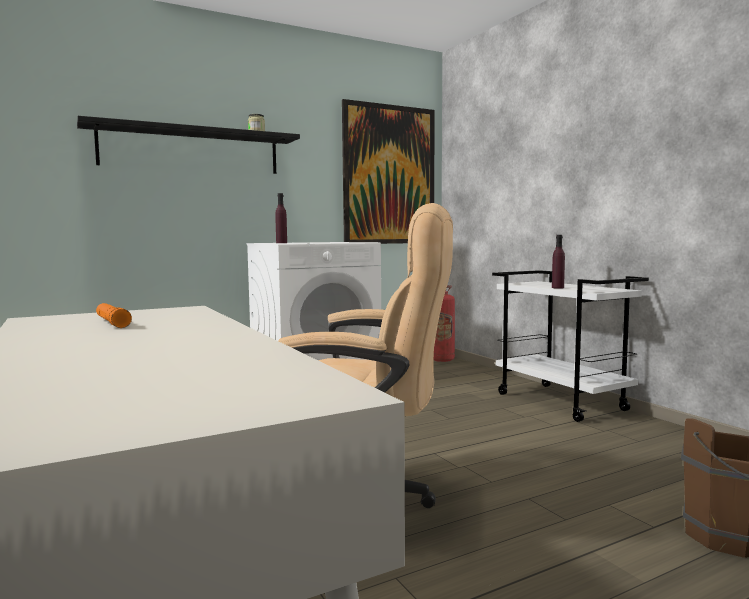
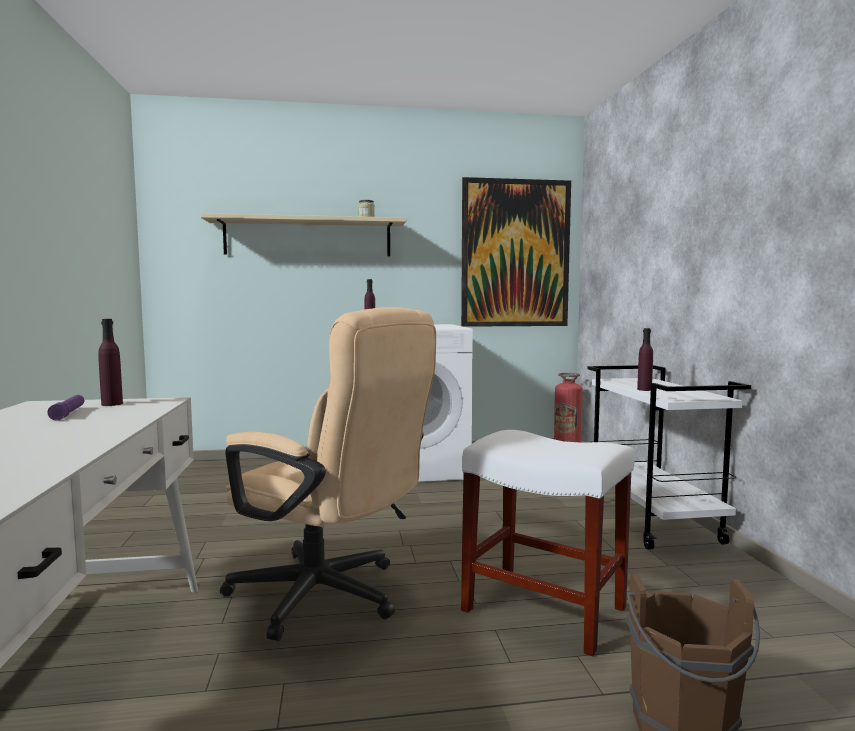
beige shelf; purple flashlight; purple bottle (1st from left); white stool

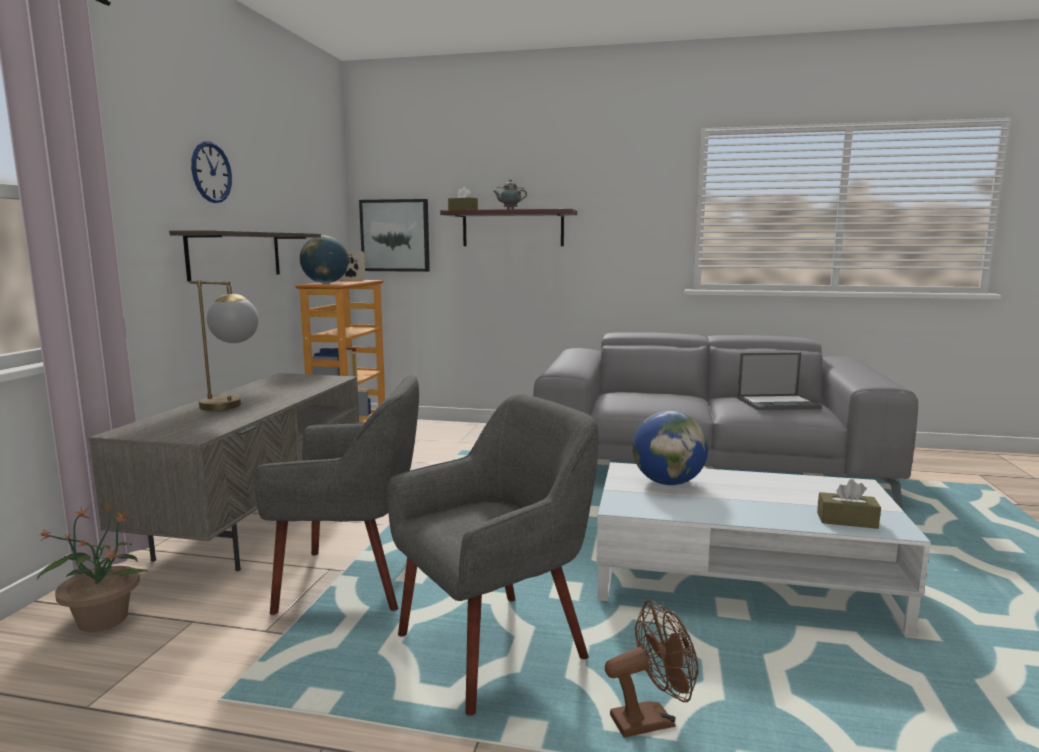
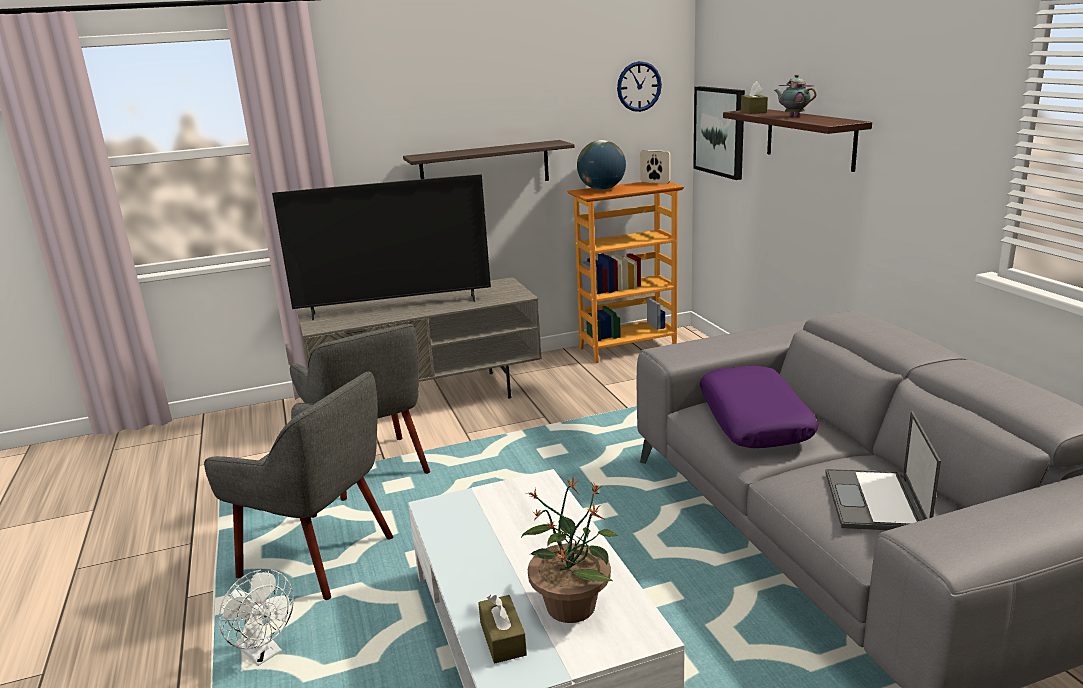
wall clock; television; laptop; globe (2nd from left in the first image); potted plant; white fan; purple pillow

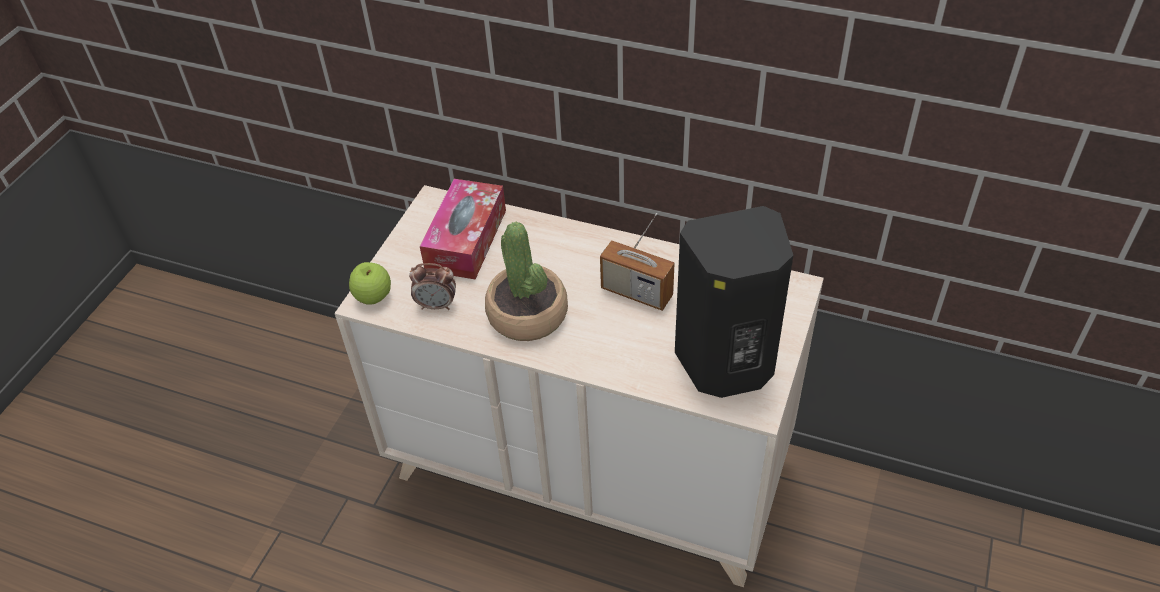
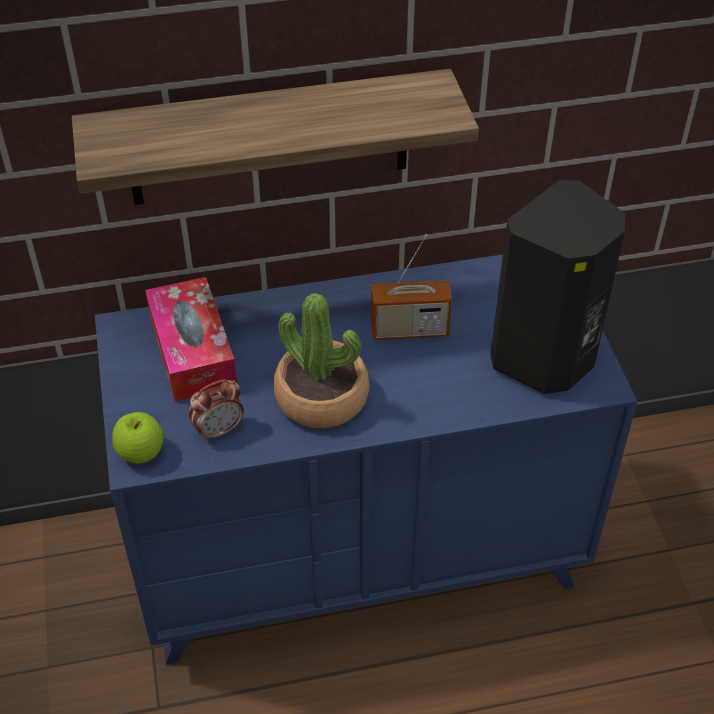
blue dresser; shelf

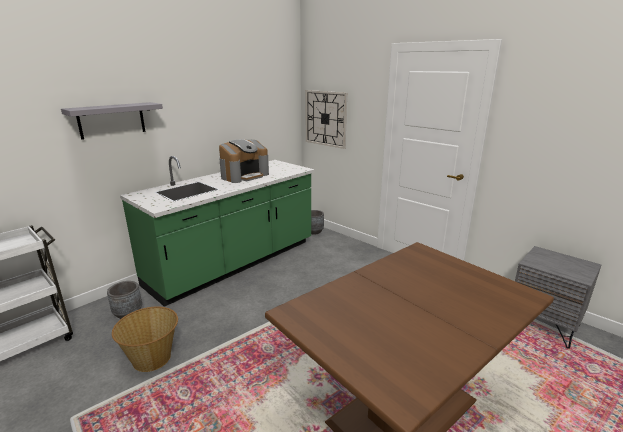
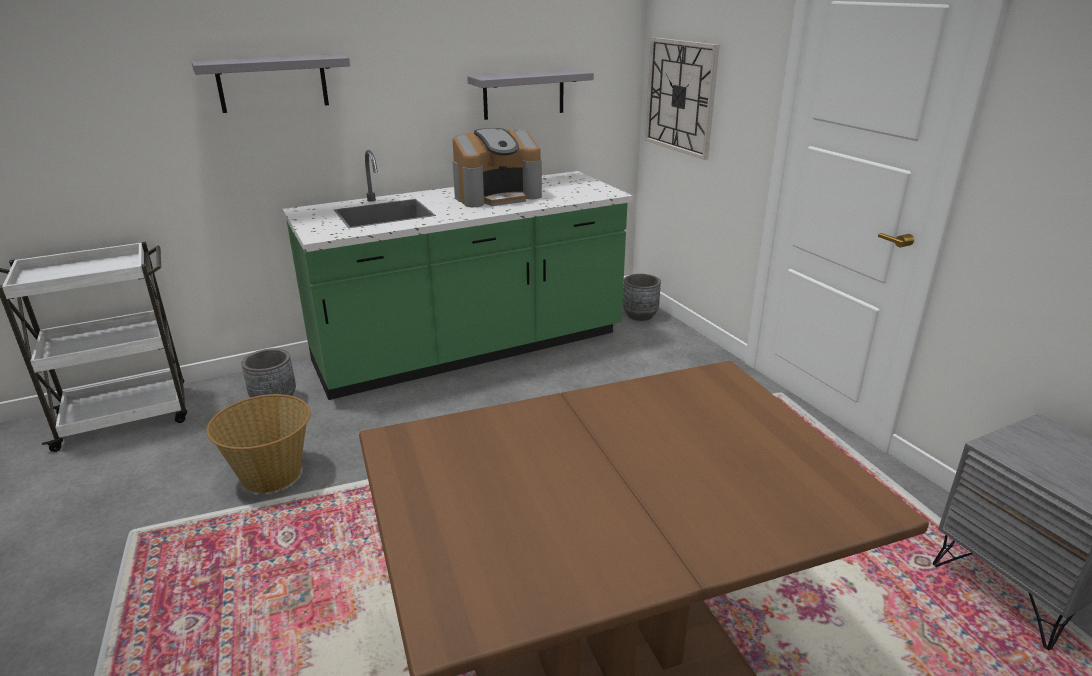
grey shelf (2nd from left)

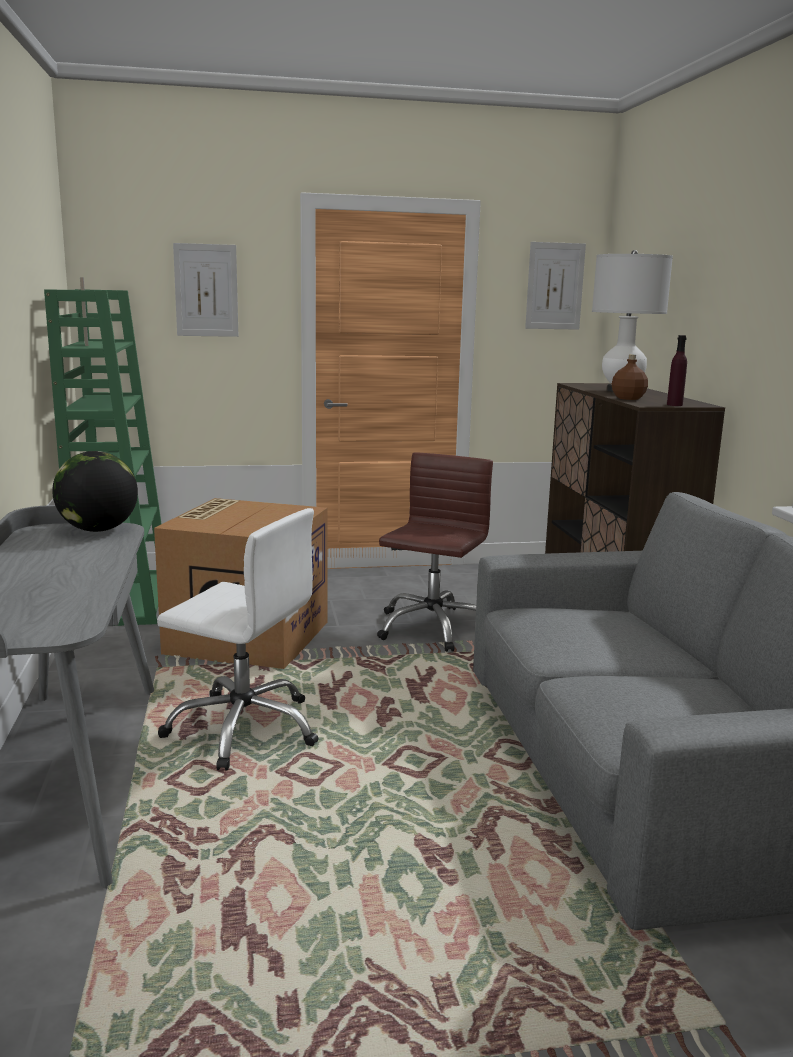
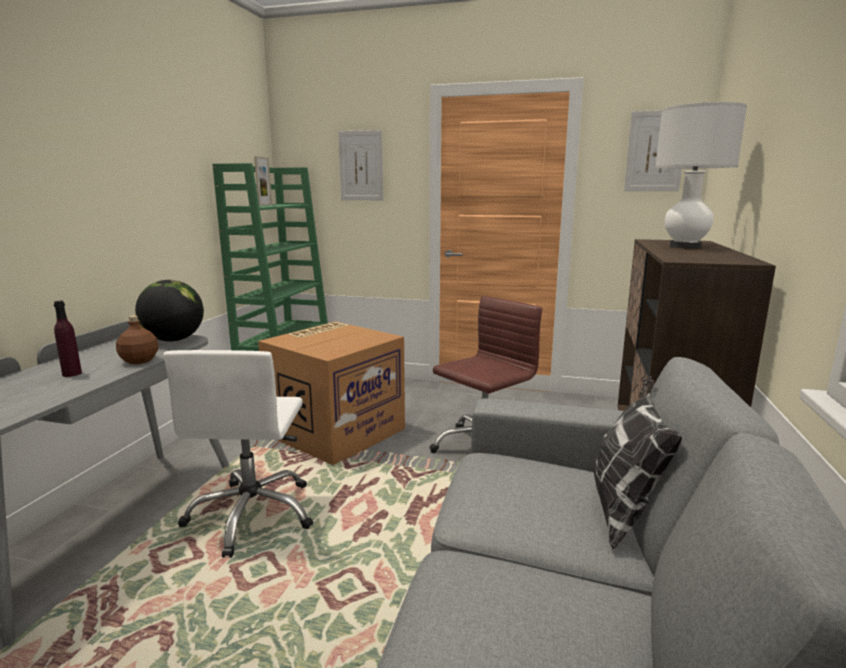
purple bottle; brown bottle; white office chair; pillow

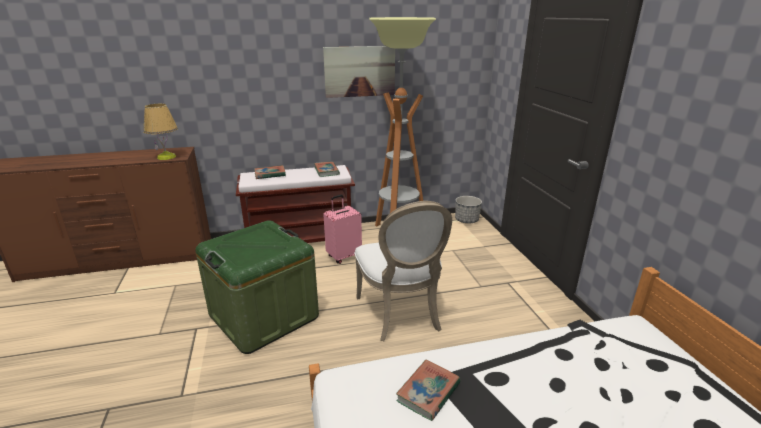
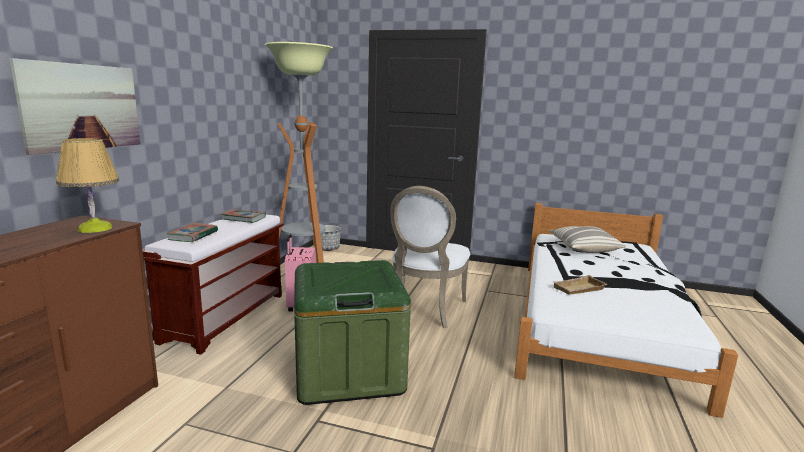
picture; white chair; beige tray; pillow

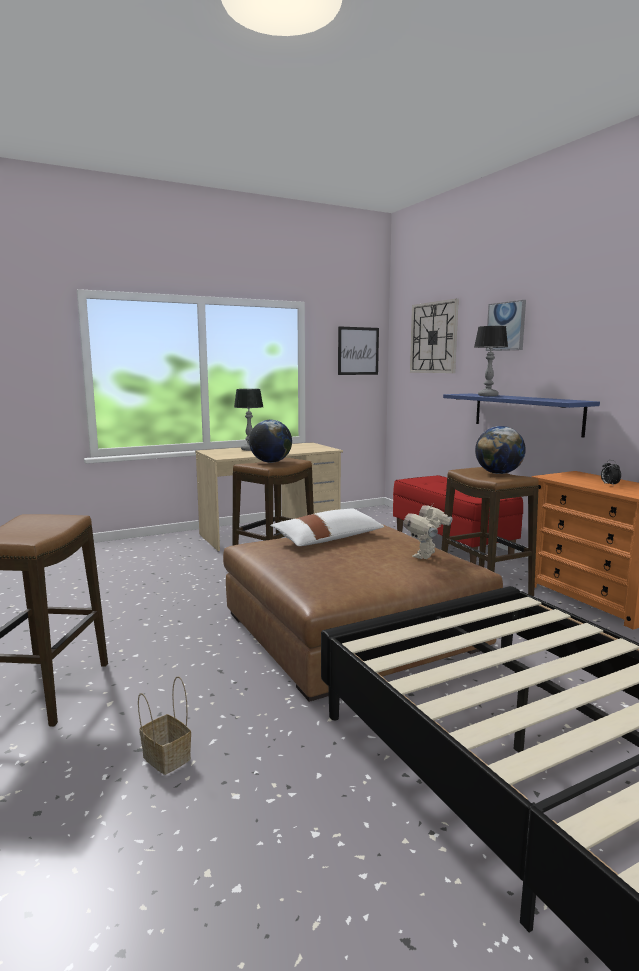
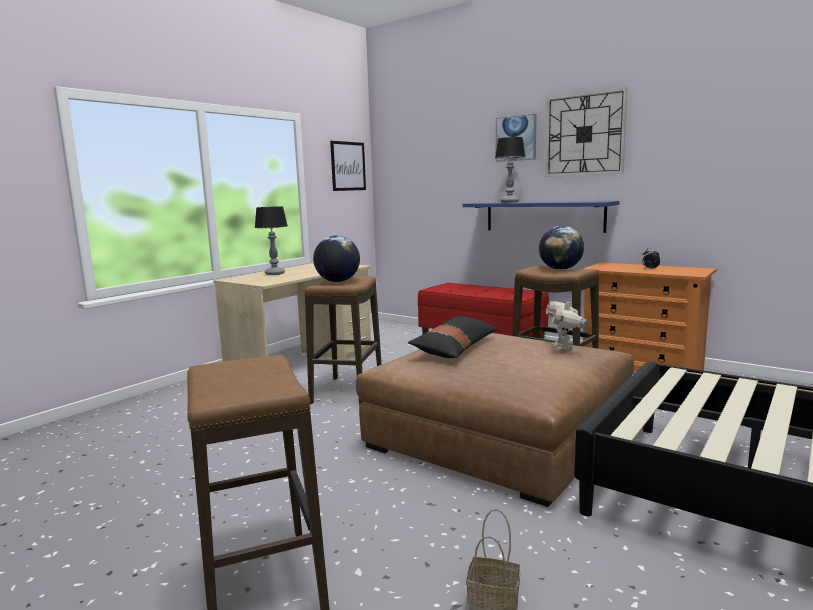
wall clock; black pillow

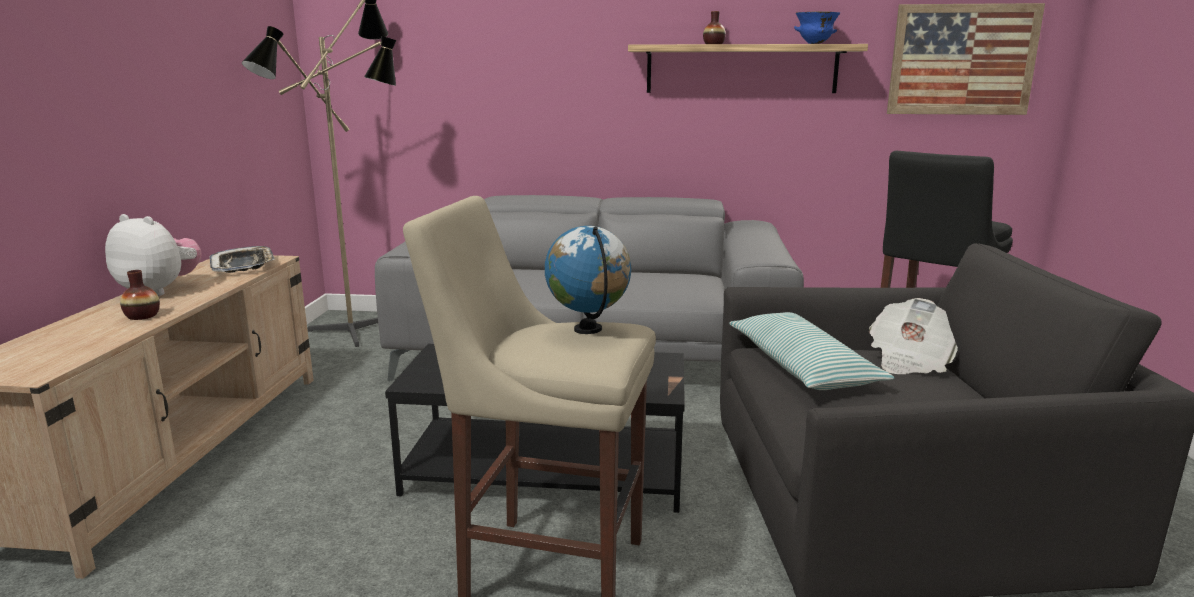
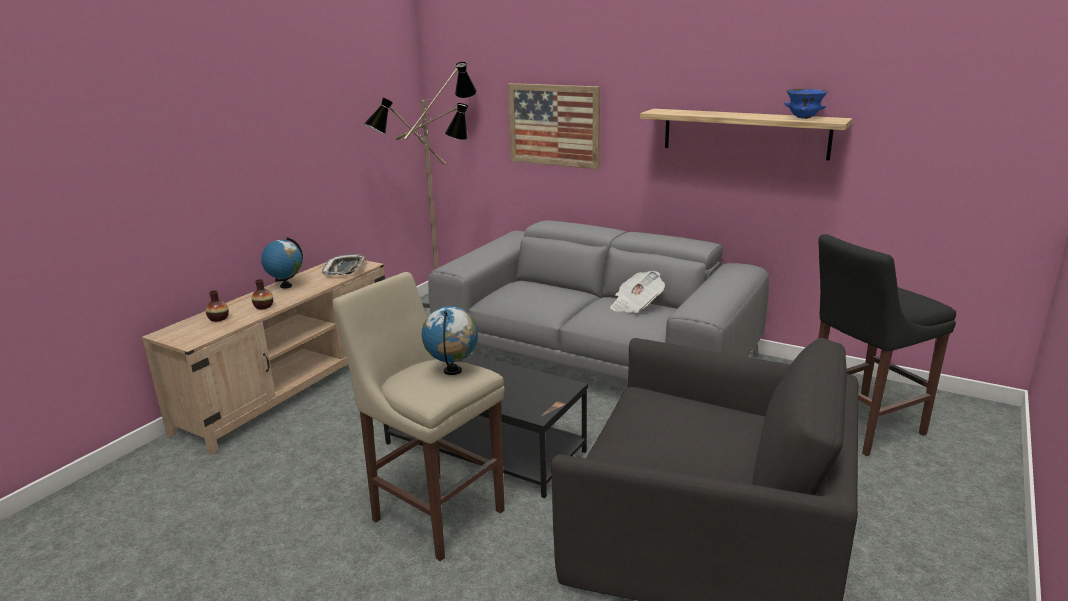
picture; vase (1st from left); globe (1st from left); newspaper; pillow

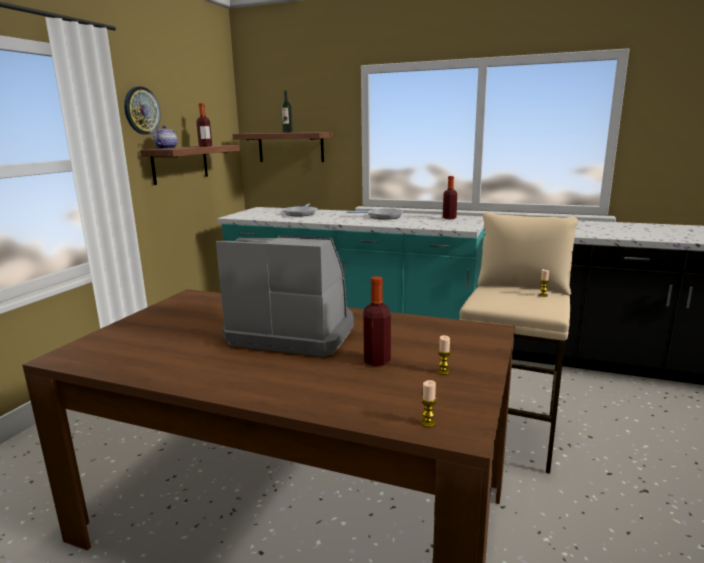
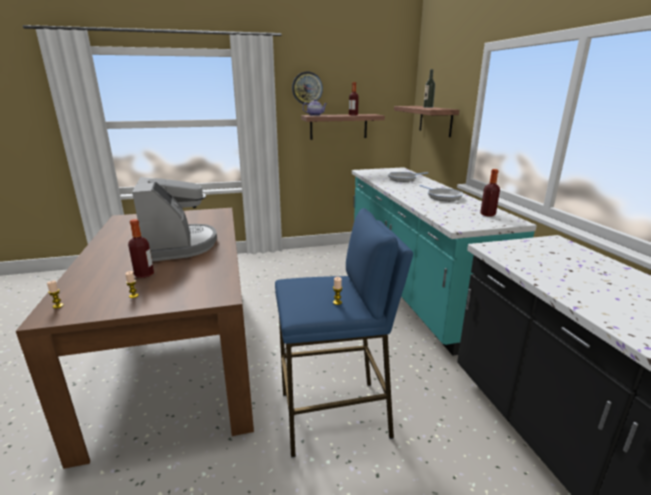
blue stool

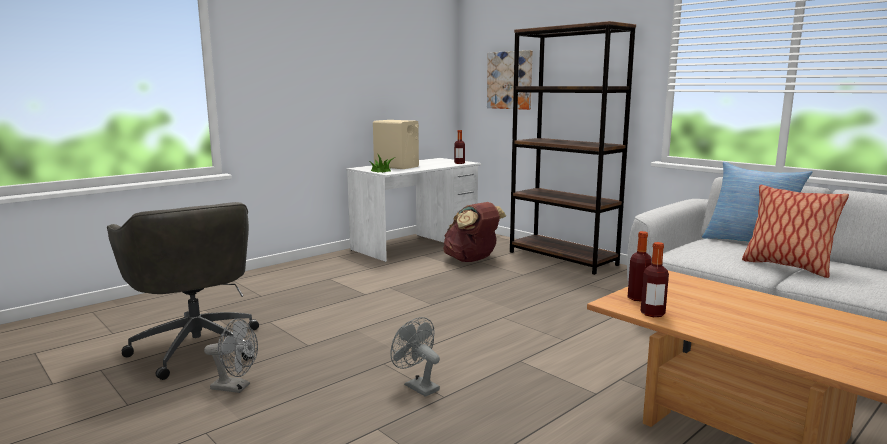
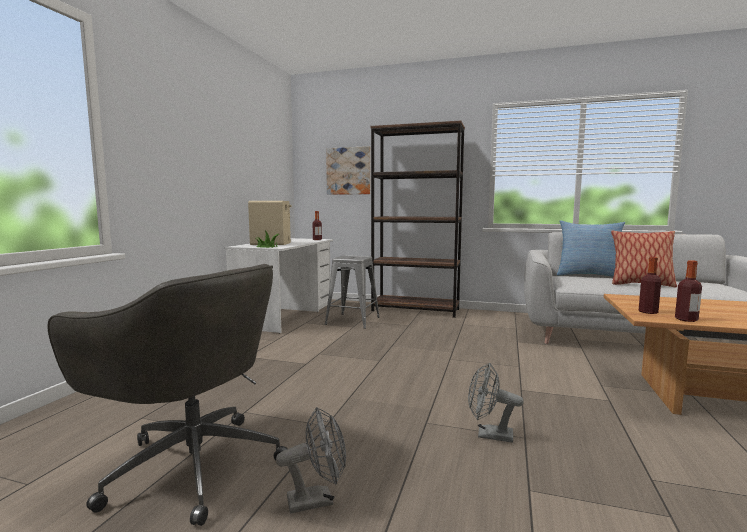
grey stool

